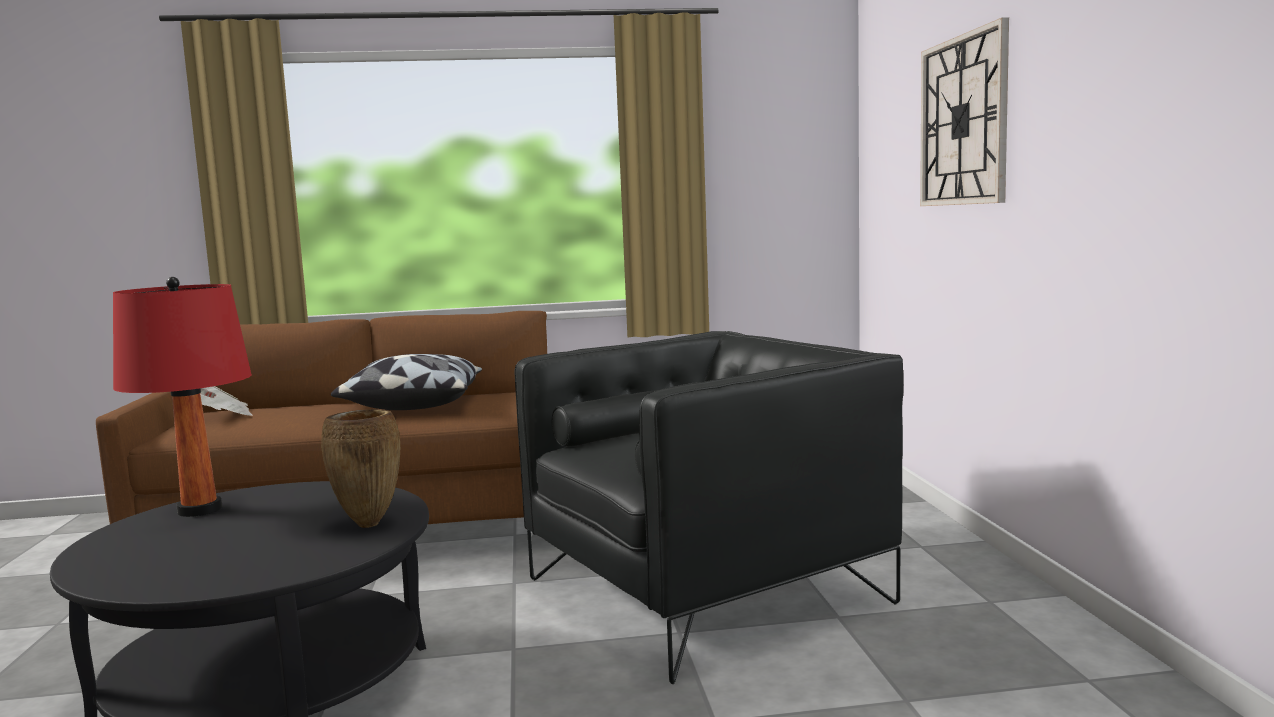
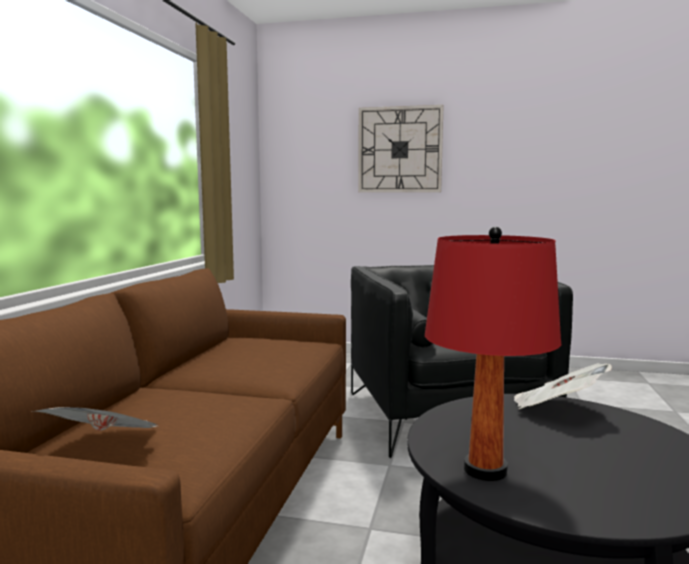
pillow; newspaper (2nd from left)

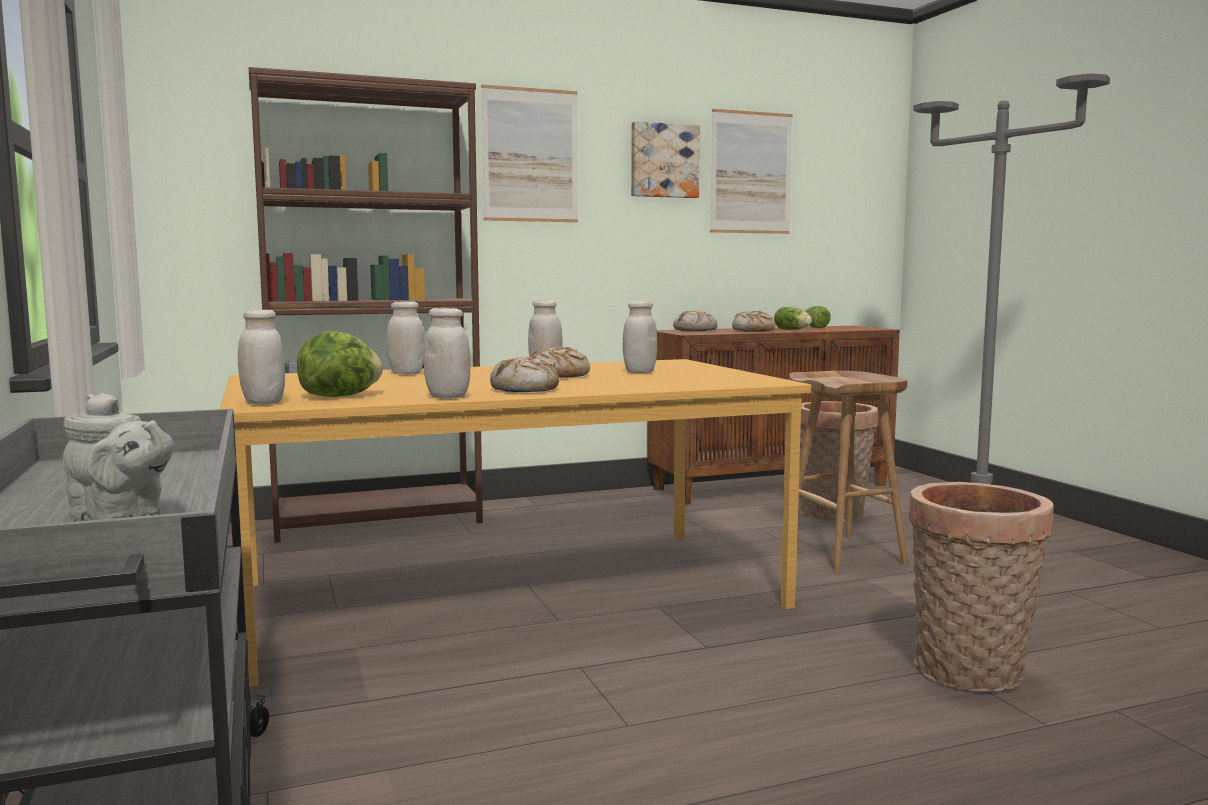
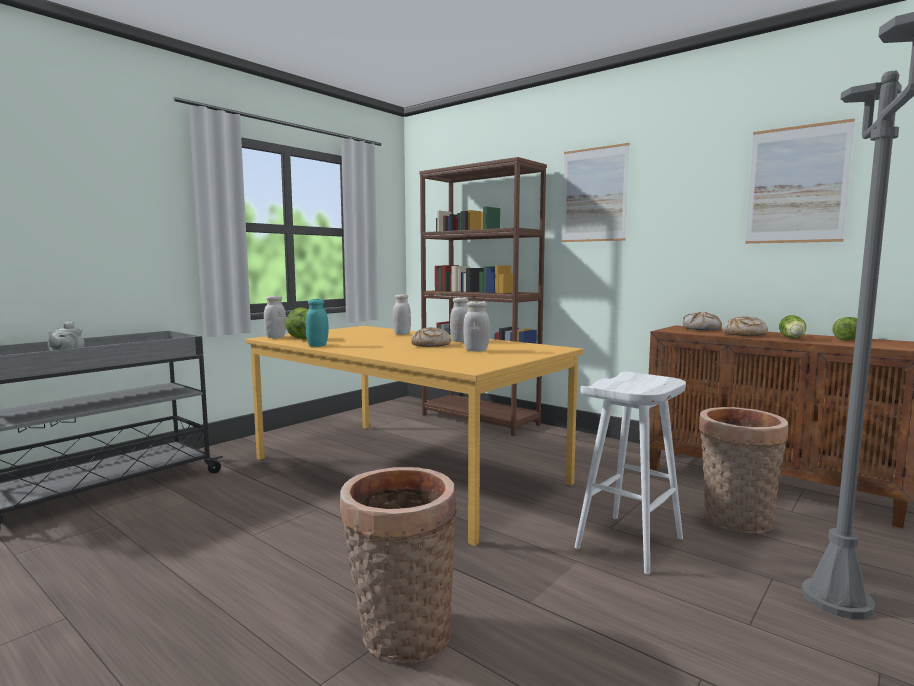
picture (2nd from left in the first image); turquoise jar; bread (1st from left in the first image); white stool

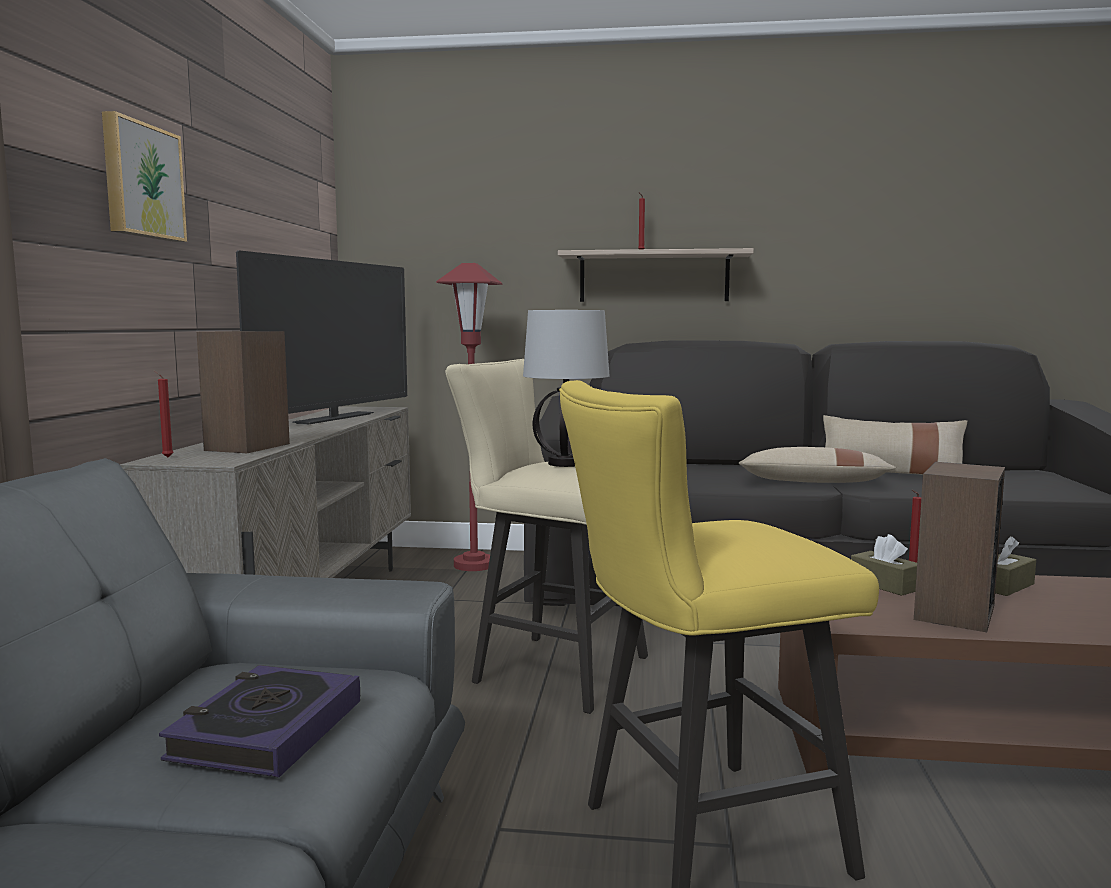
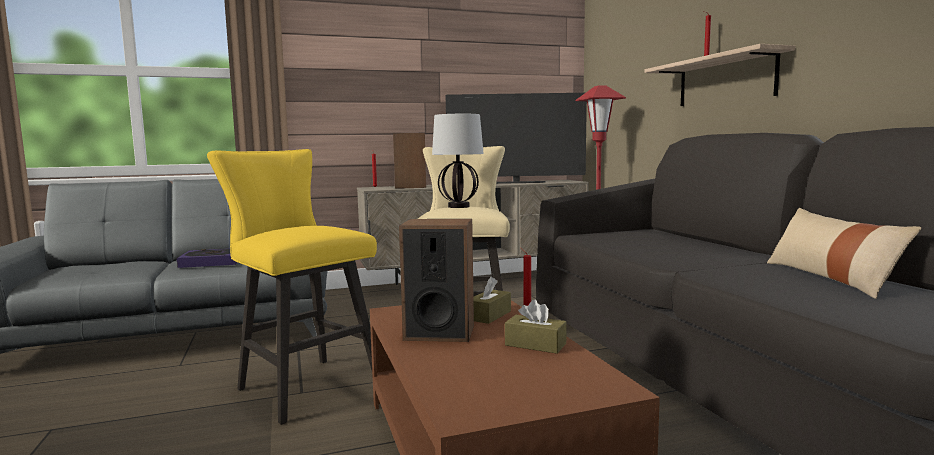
picture; beige pillow (1st from left in the first image)

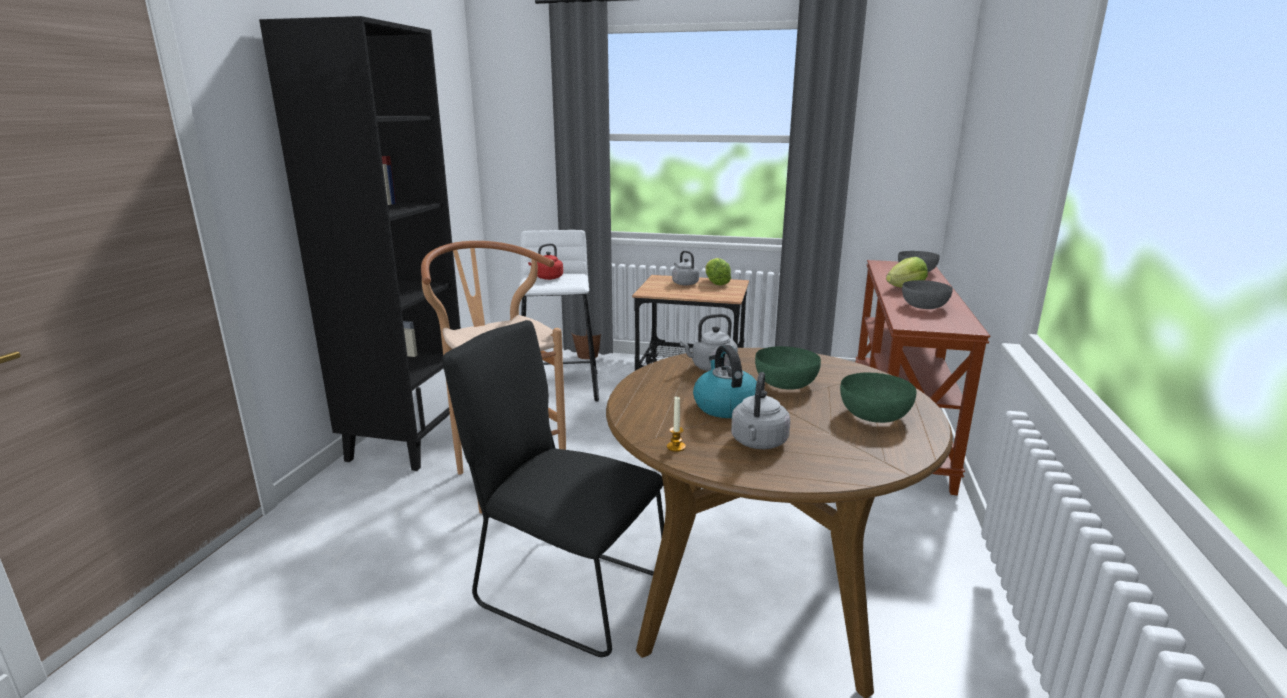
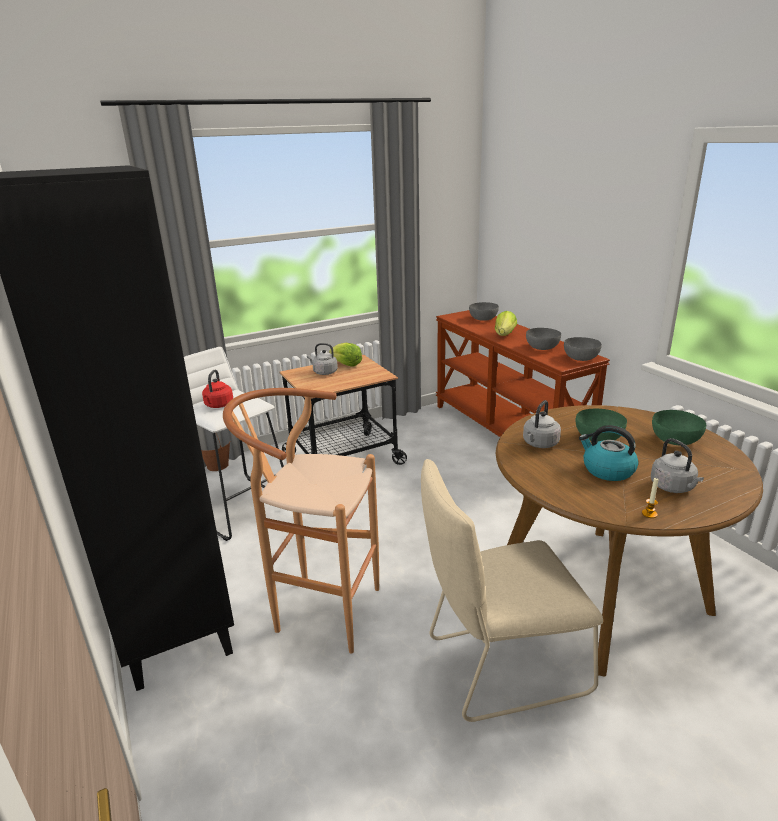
beige chair; grey bowl (3rd from left)

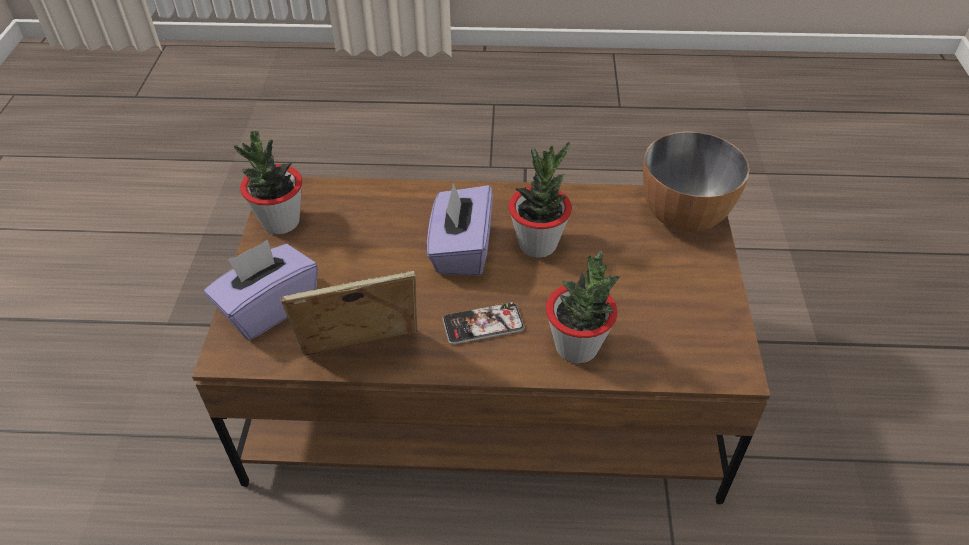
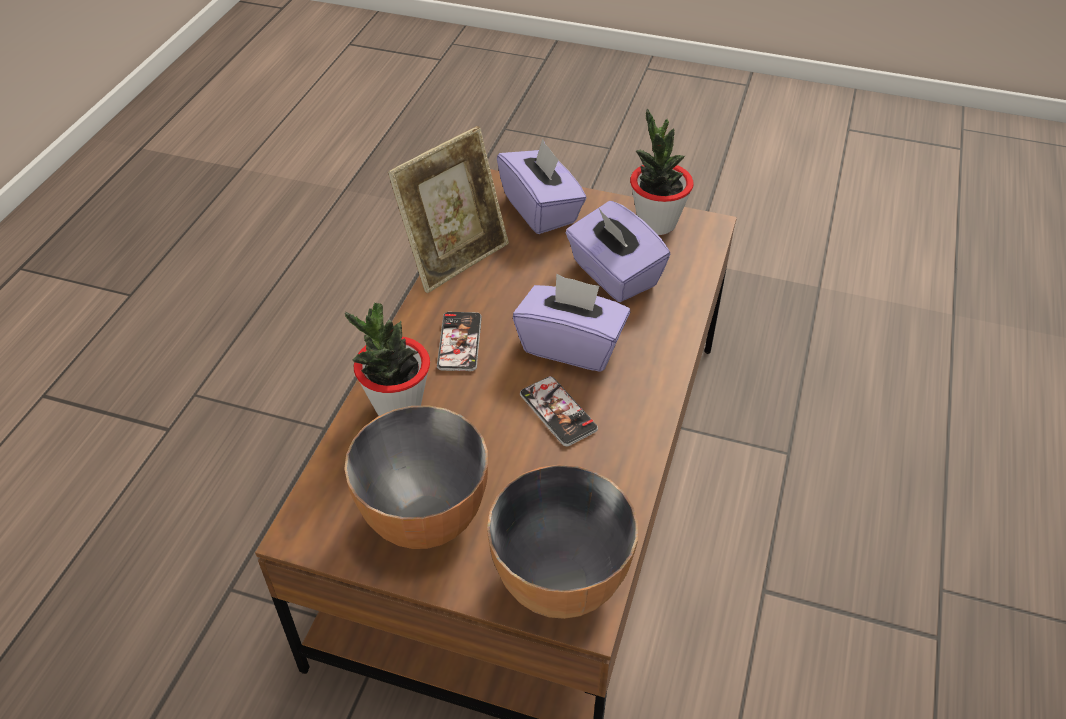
phone (2nd from left); picture frame; purple tissue box (3rd from left); bowl (1st from left)

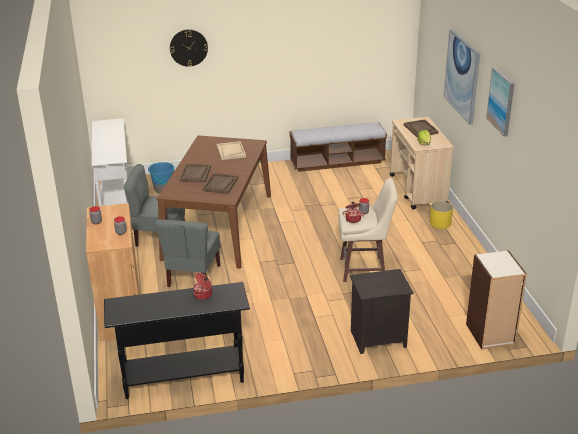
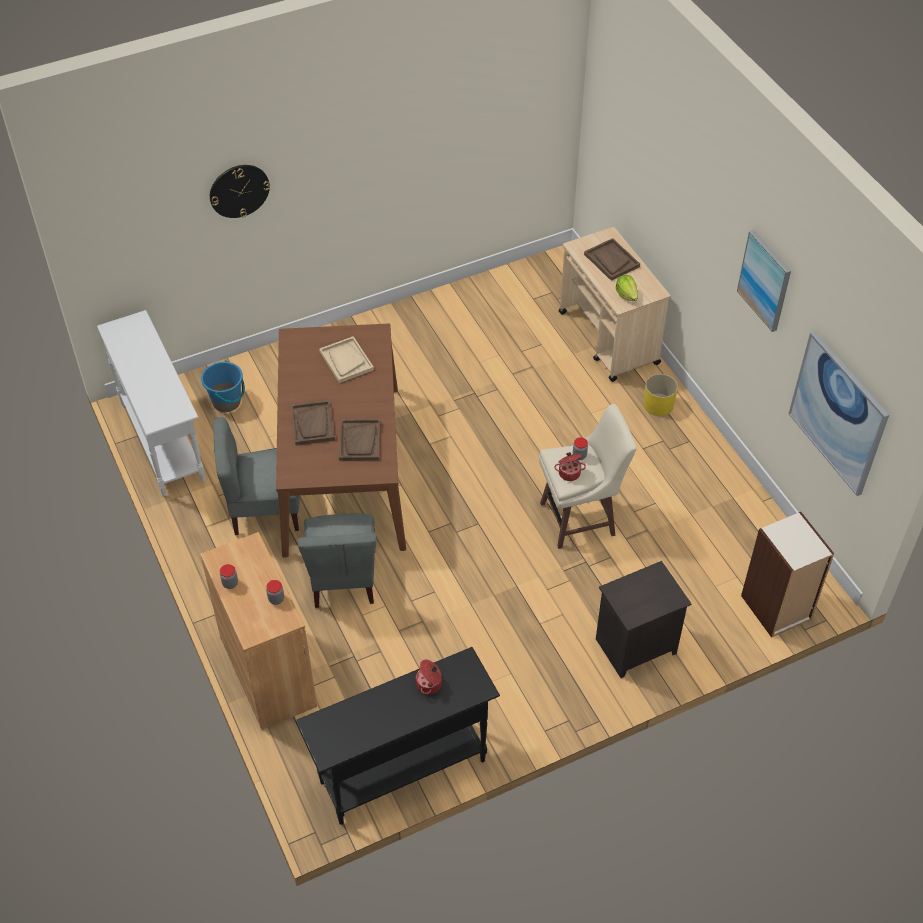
picture (2nd from left); bench

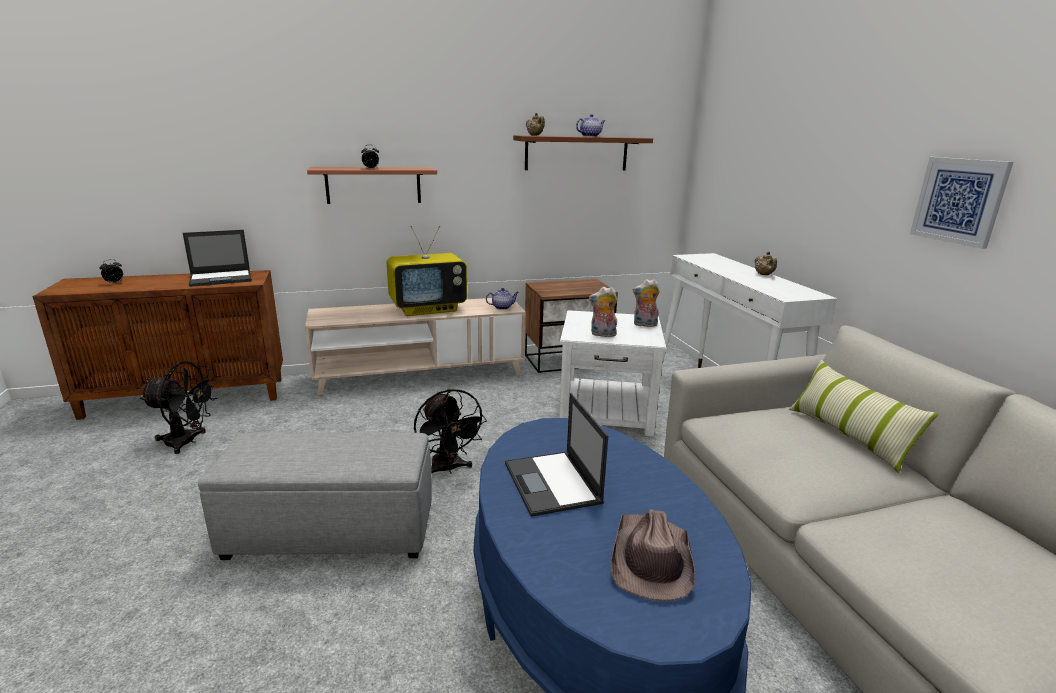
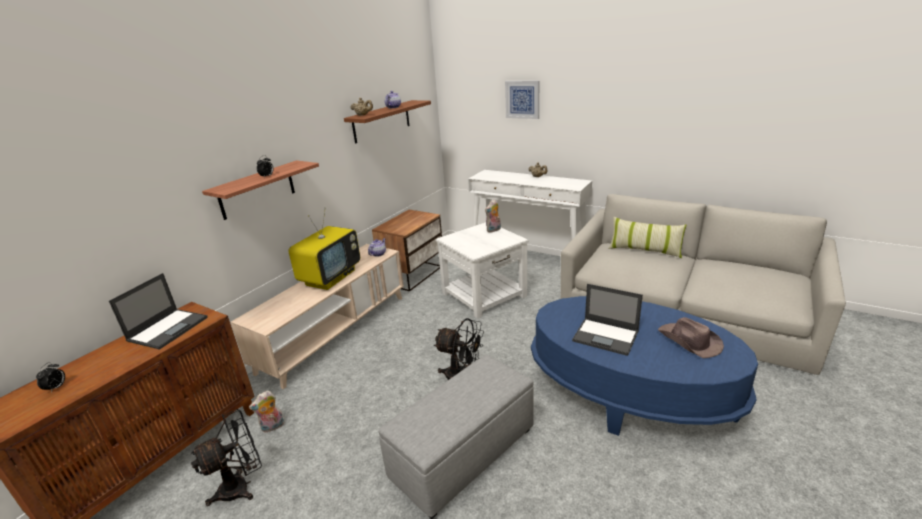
picture; plush toy (1st from left)

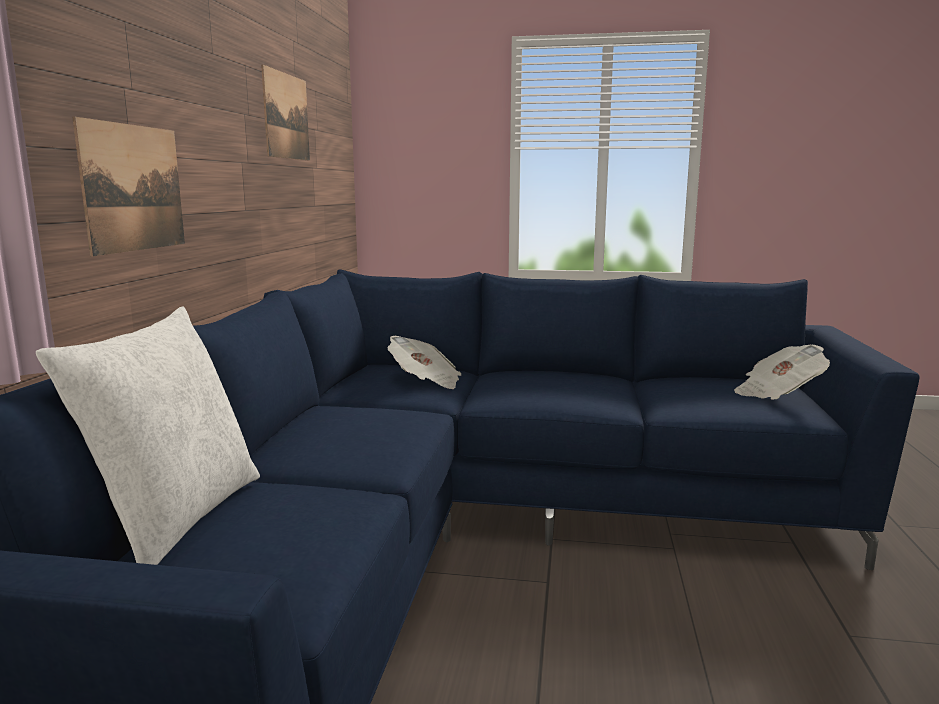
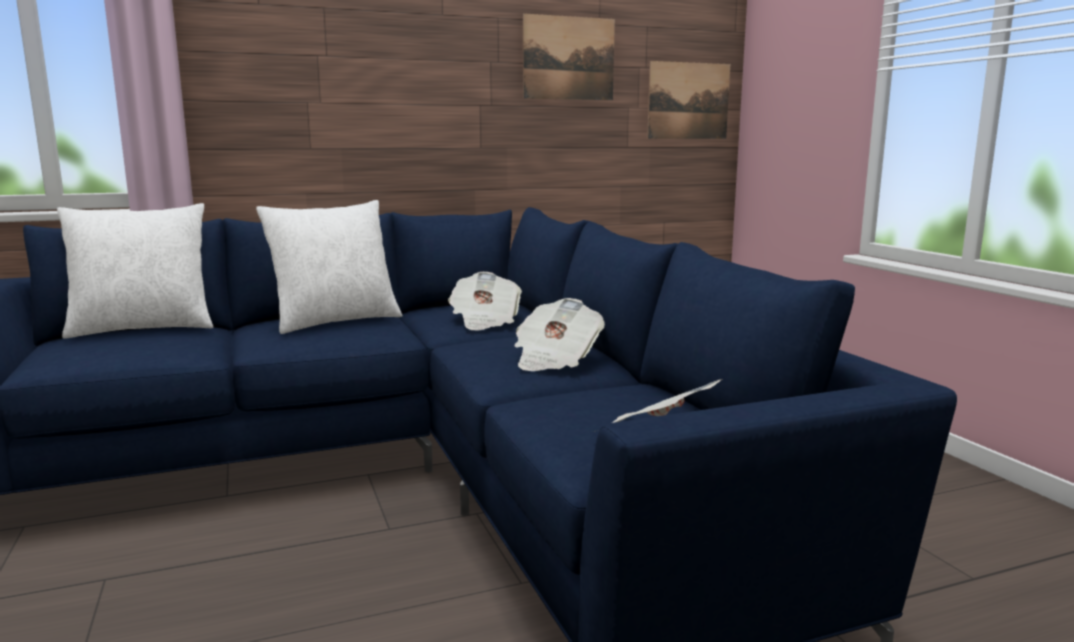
picture (2nd from left); white pillow (2nd from left); newspaper (2nd from left)

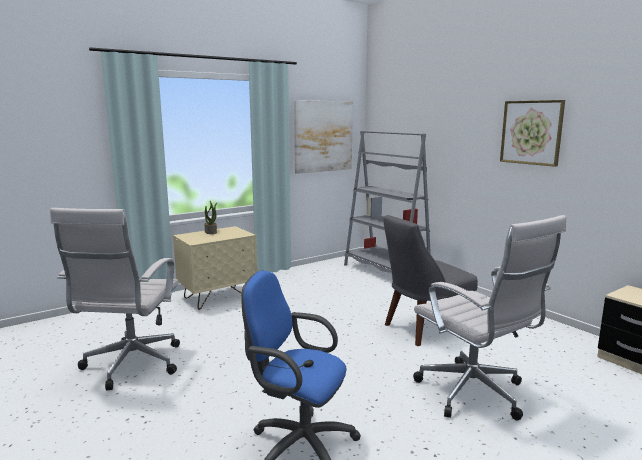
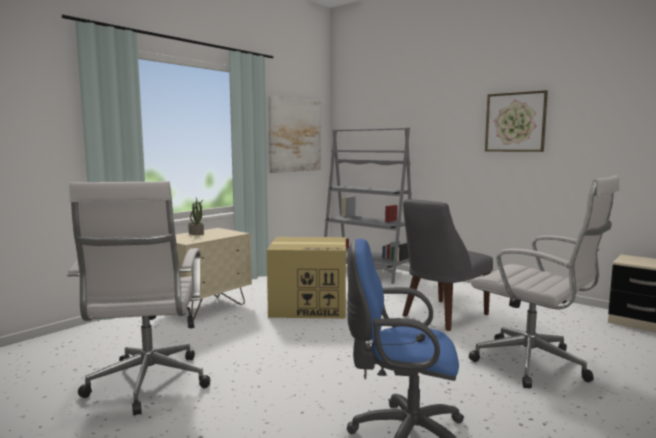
cardboard box

